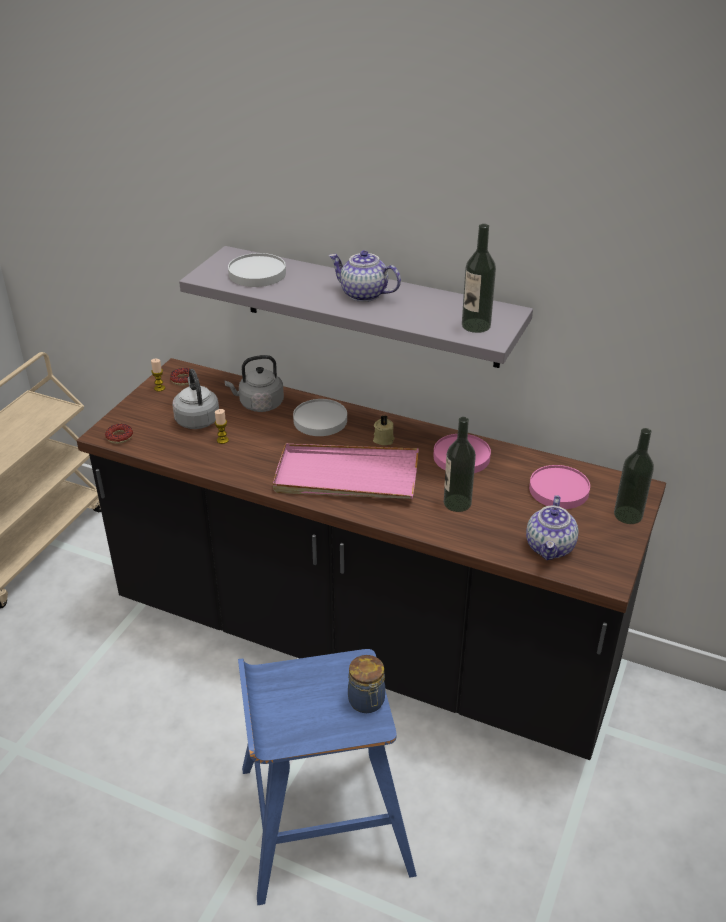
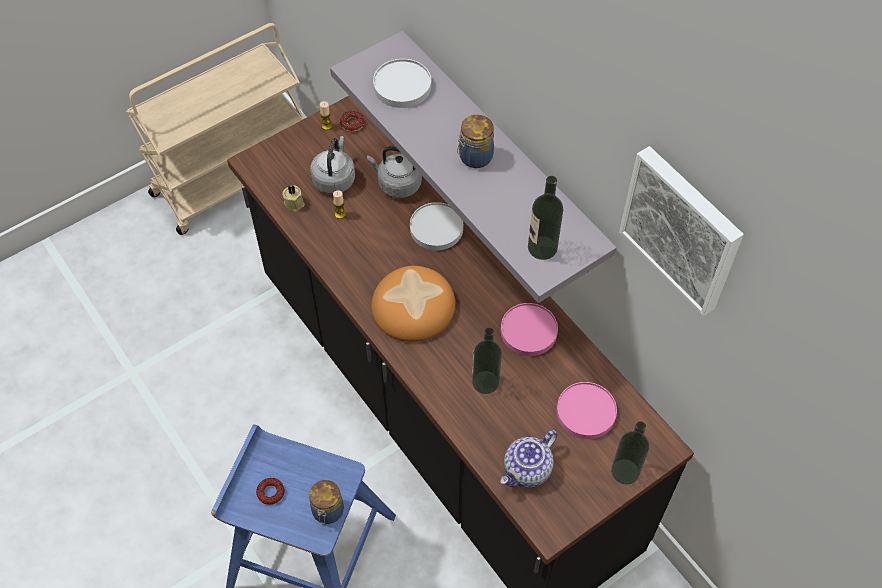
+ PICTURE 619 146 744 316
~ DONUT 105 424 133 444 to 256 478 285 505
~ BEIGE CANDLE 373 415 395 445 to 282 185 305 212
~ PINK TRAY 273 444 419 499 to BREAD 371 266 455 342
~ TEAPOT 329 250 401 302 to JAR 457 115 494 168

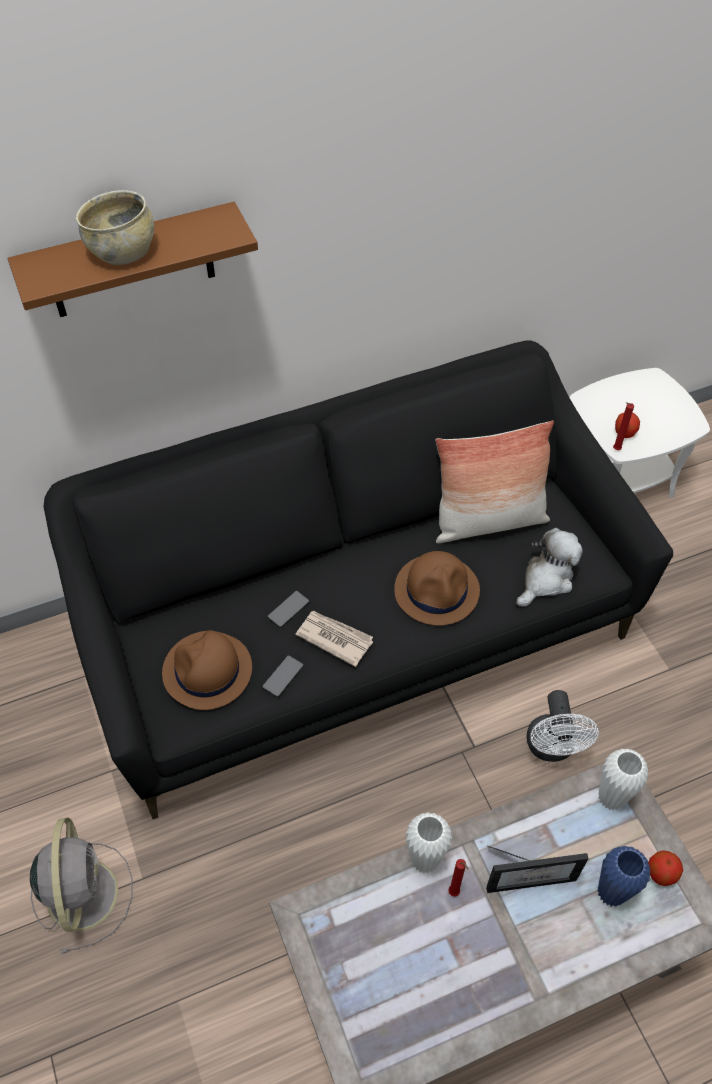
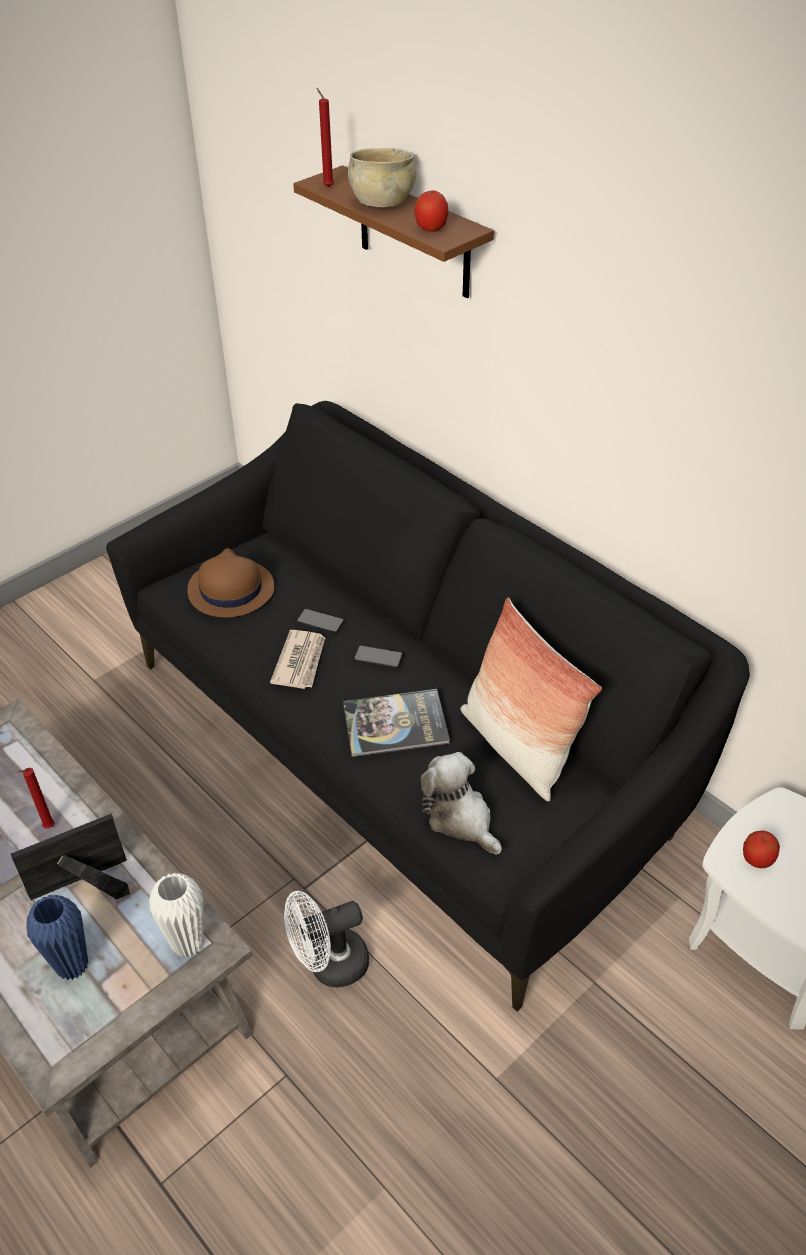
- GREY FAN 30 817 132 953
- WHITE VASE 406 812 452 873
~ PHONE 262 655 304 697 to 354 645 403 668
~ RED CANDLE 613 402 634 450 to 317 88 334 187
~ APPLE 648 850 683 886 to 414 190 448 232
~ BROWN HAT 394 551 480 626 to BOOK 343 689 450 757
~ PICTURE FRAME 486 846 589 893 = 11 814 130 900 90 degrees clockwise
~ PLUSH TOY 516 528 583 607 = 421 752 502 854 150 degrees counterclockwise

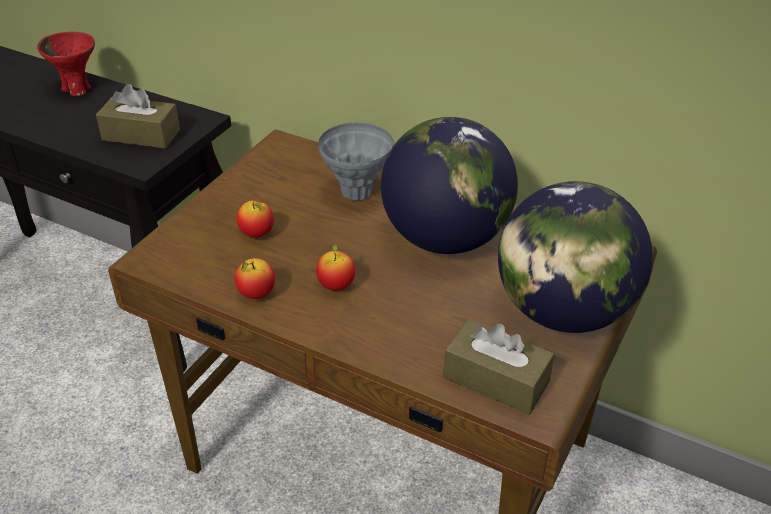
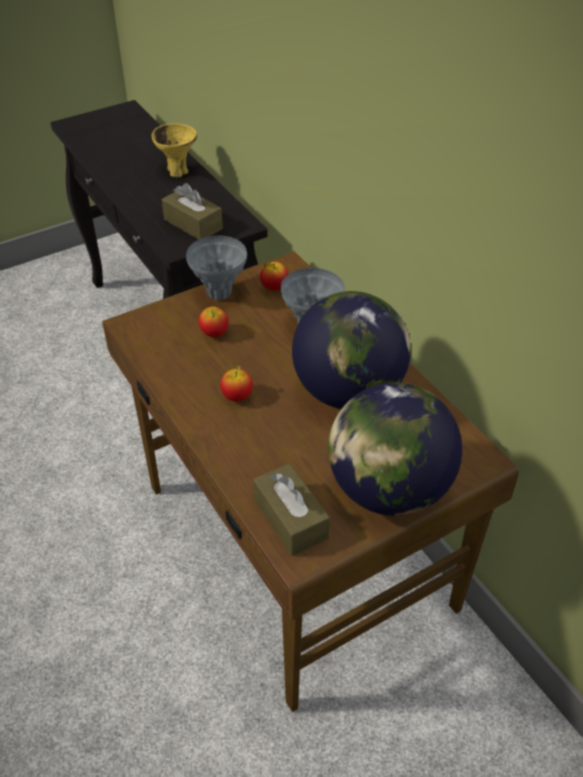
+ GREY VASE 186 236 247 300
~ APPLE 235 258 275 299 to 260 261 288 291
~ RED BOWL 37 32 95 96 to YELLOW BOWL 152 123 197 177

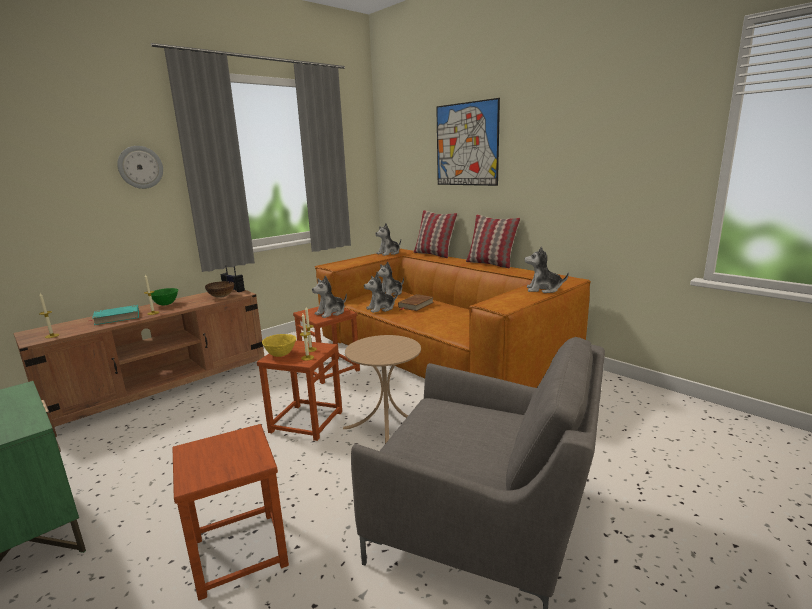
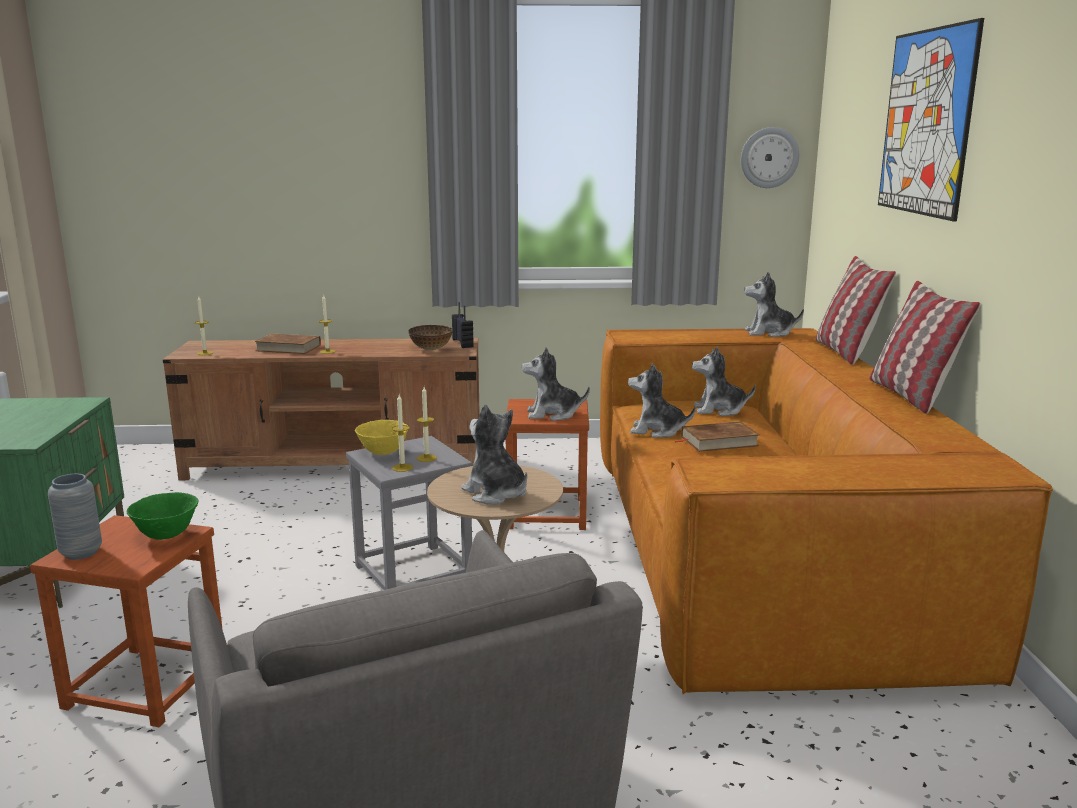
+ GREY VASE 48 474 102 560
~ WALL CLOCK 117 146 163 189 to 741 127 799 188
~ GREEN BOWL 151 288 178 305 to 127 492 199 540
~ PLUSH TOY 525 246 569 293 to 461 405 527 505
~ TURQUOISE BOOK 89 305 139 325 to BROWN BOOK 254 334 321 354
~ BROWN STOOL 257 340 342 441 to GREY STOOL 346 436 473 590

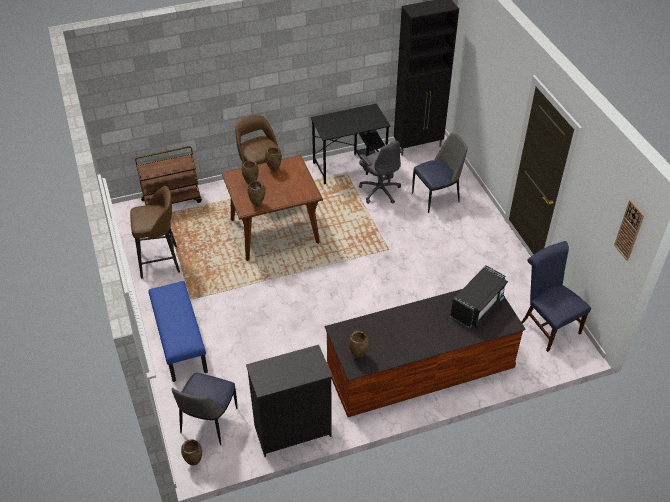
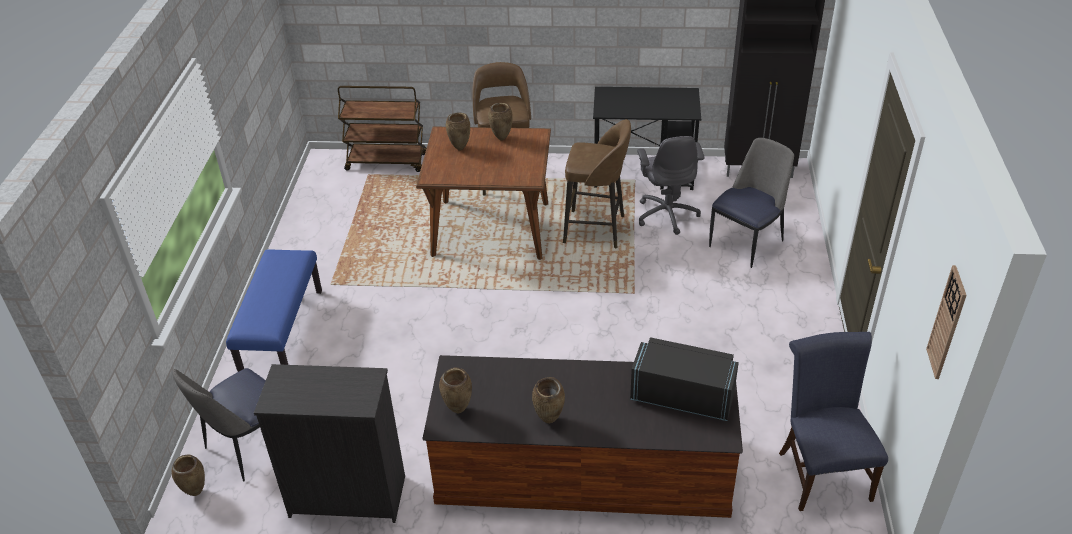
~ BROWN STOOL 130 186 180 279 to 563 119 631 248
~ BROWN VASE 248 180 265 206 to 532 377 565 424
~ CHAIR 412 133 468 213 = 709 138 794 268 45 degrees counterclockwise
~ BLACK MICROWAVE 450 265 508 328 = 630 337 739 421 135 degrees counterclockwise

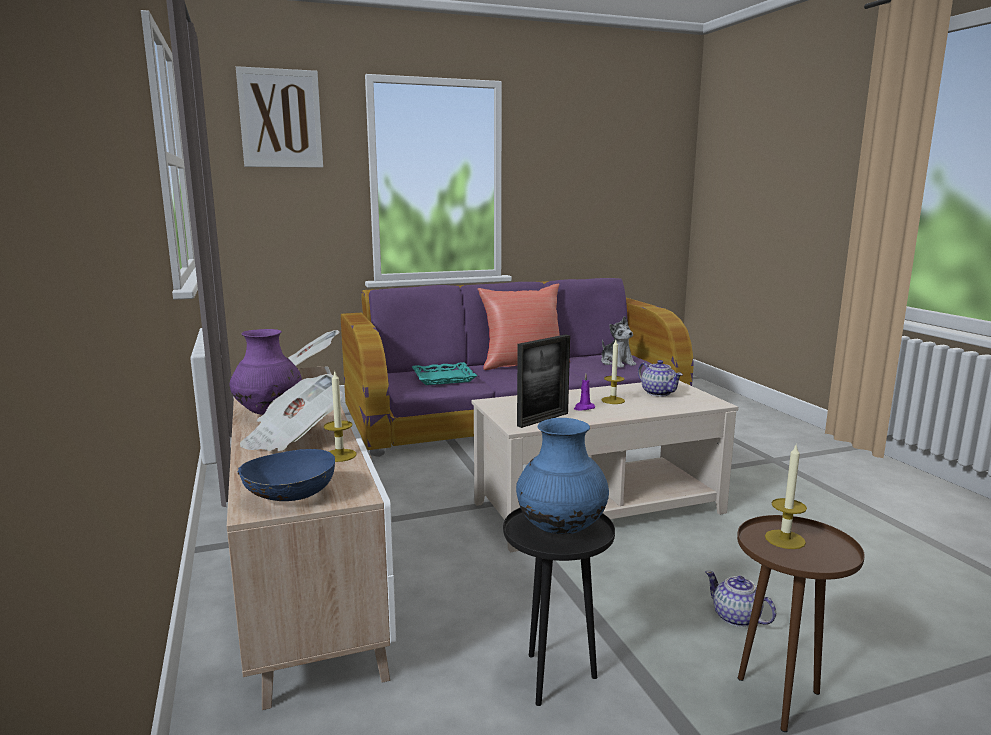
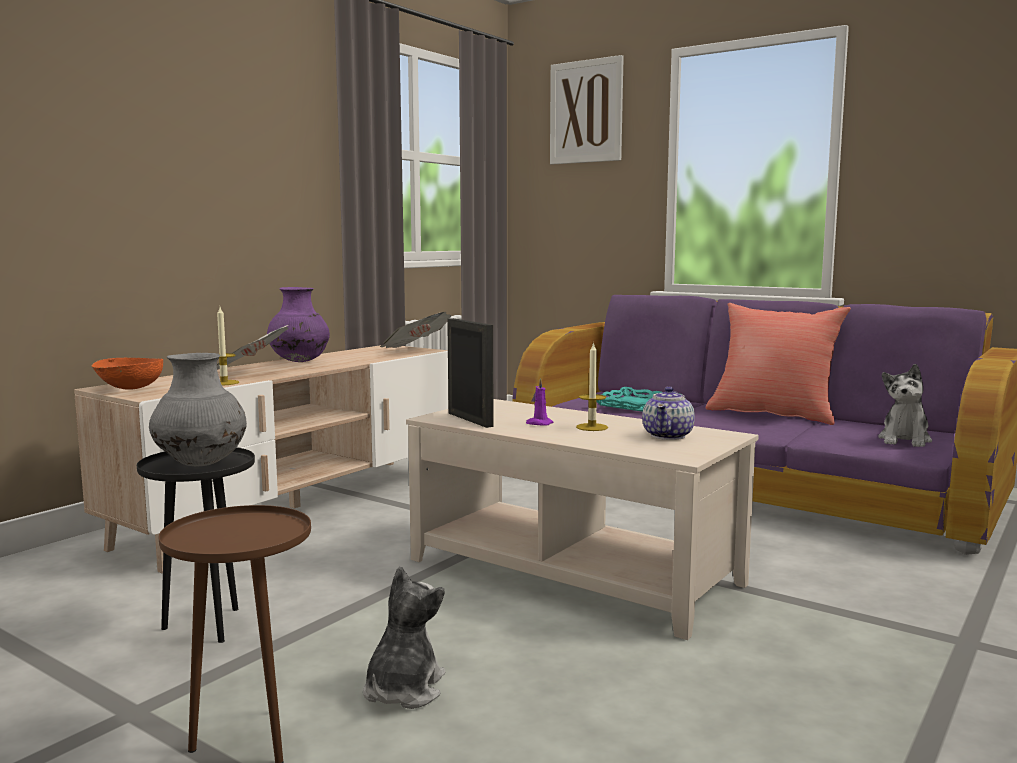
- CANDLE 765 443 807 549
~ TEAPOT 705 571 776 627 to PLUSH TOY 363 566 445 709
~ BLUE BOWL 238 449 335 501 to ORANGE BOWL 92 358 163 390
~ BLUE VASE 516 418 609 534 to GREY VASE 149 353 247 466
~ PICTURE FRAME 517 334 570 428 = 447 318 494 428 135 degrees counterclockwise

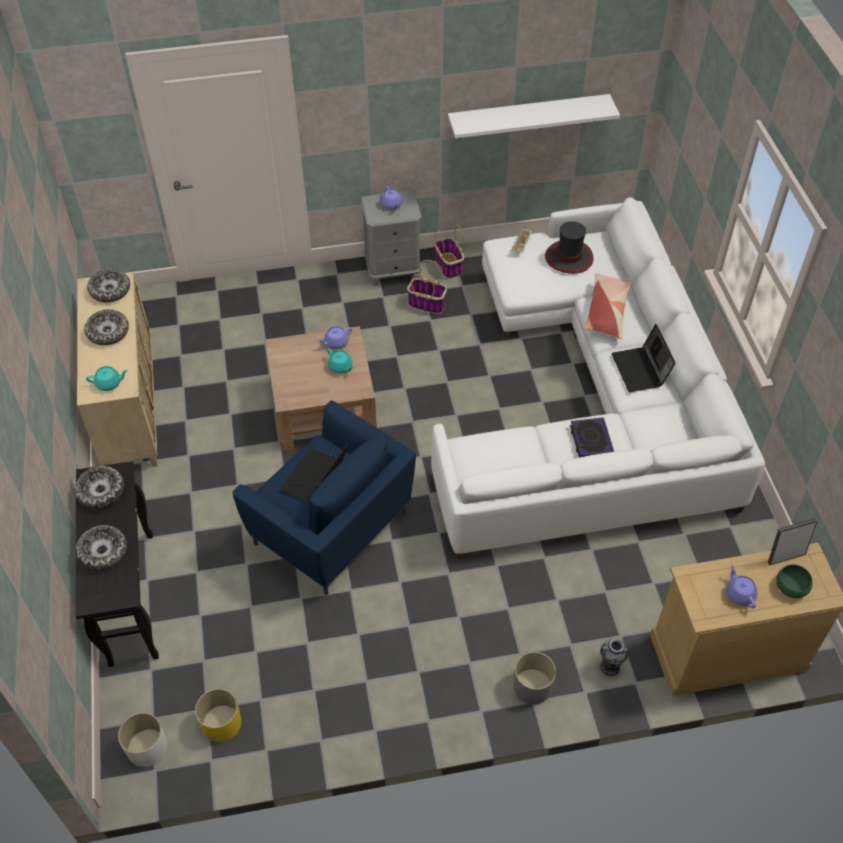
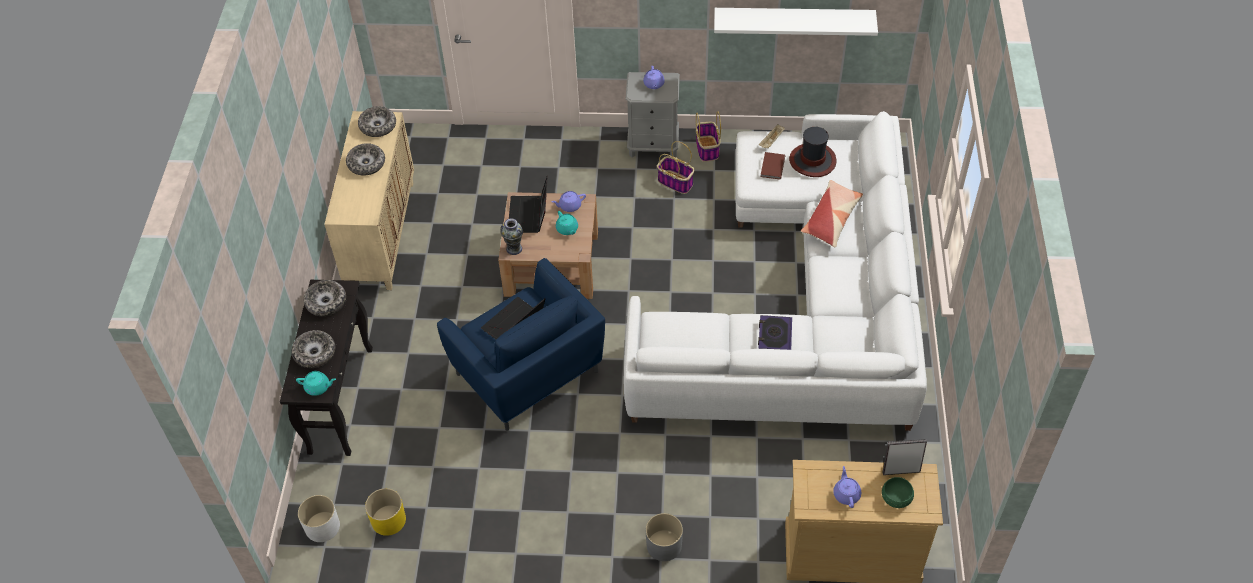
+ BROWN BOOK 760 152 785 180
~ TURQUOISE TEAPOT 86 366 128 391 to 296 371 336 396
~ VASE 600 638 629 676 to 501 219 523 255
~ LAPTOP 611 324 675 392 to 509 176 548 233

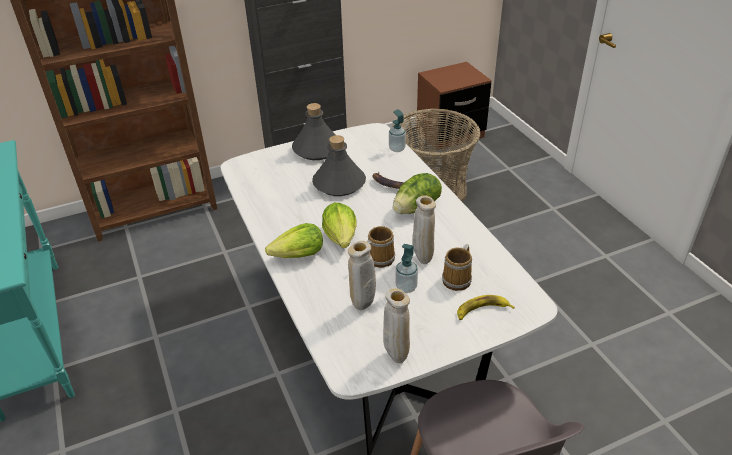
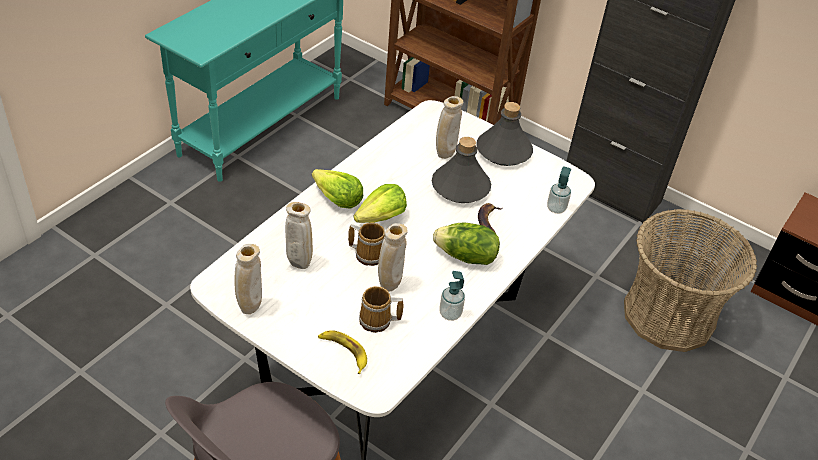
+ BEIGE VASE 436 96 463 159
~ SOAP DISPENSER 395 244 418 293 to 440 271 465 321

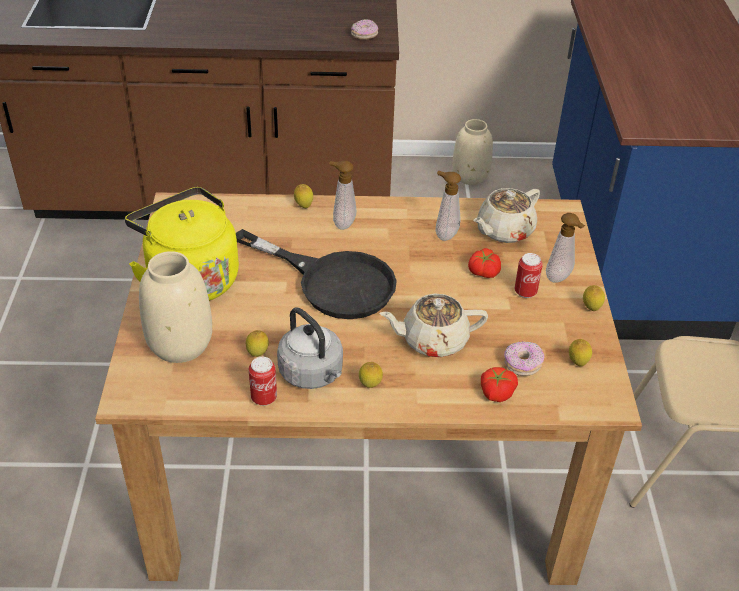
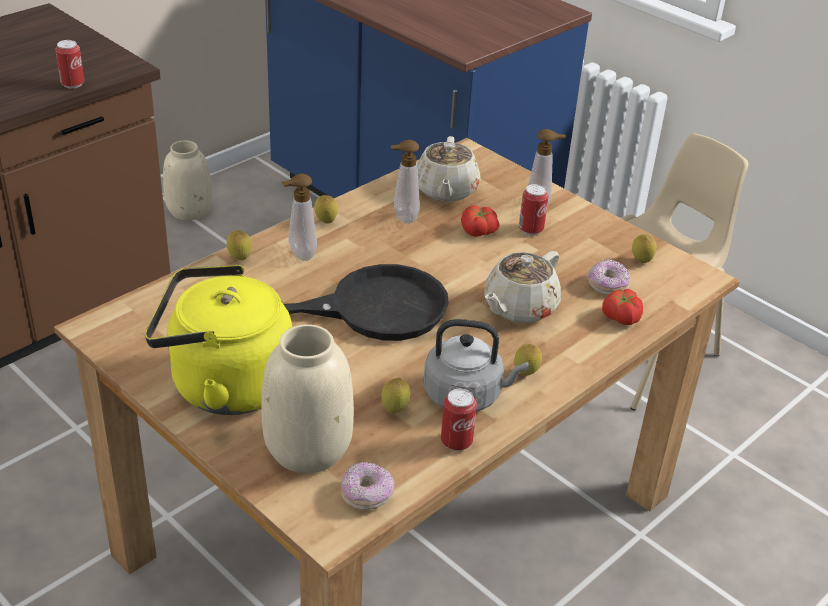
+ CAN 55 40 84 89
~ DONUT 351 19 378 39 to 341 462 394 510
~ LEMON 583 285 605 311 to 314 195 338 223

